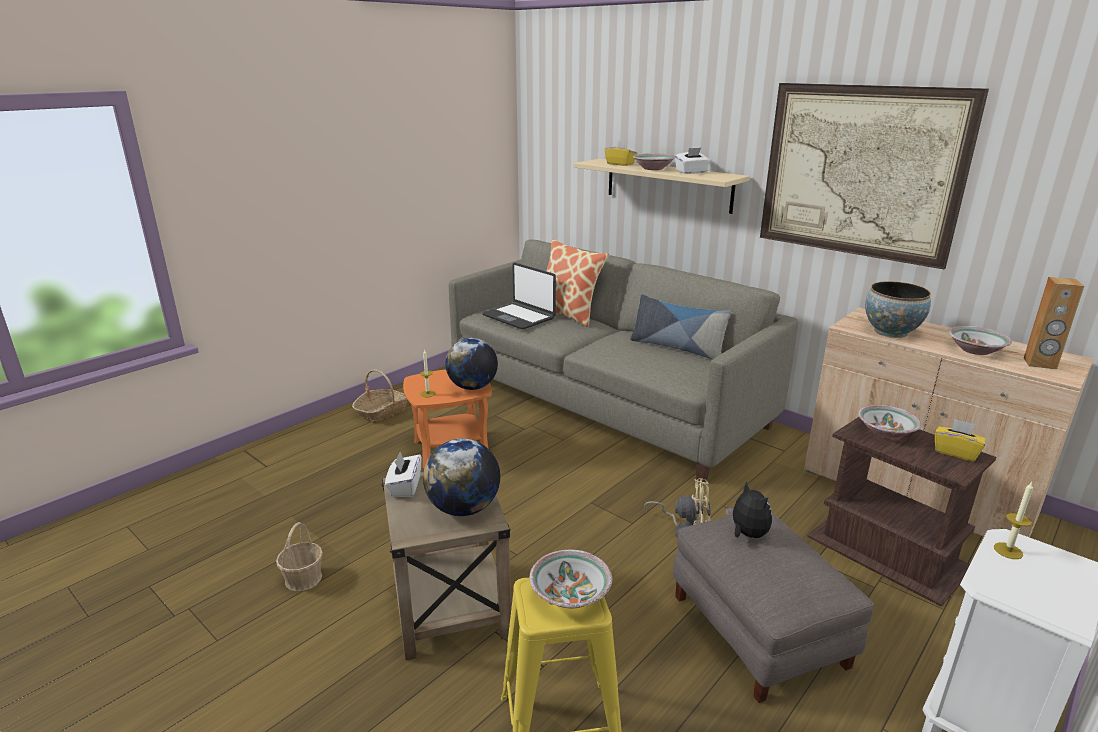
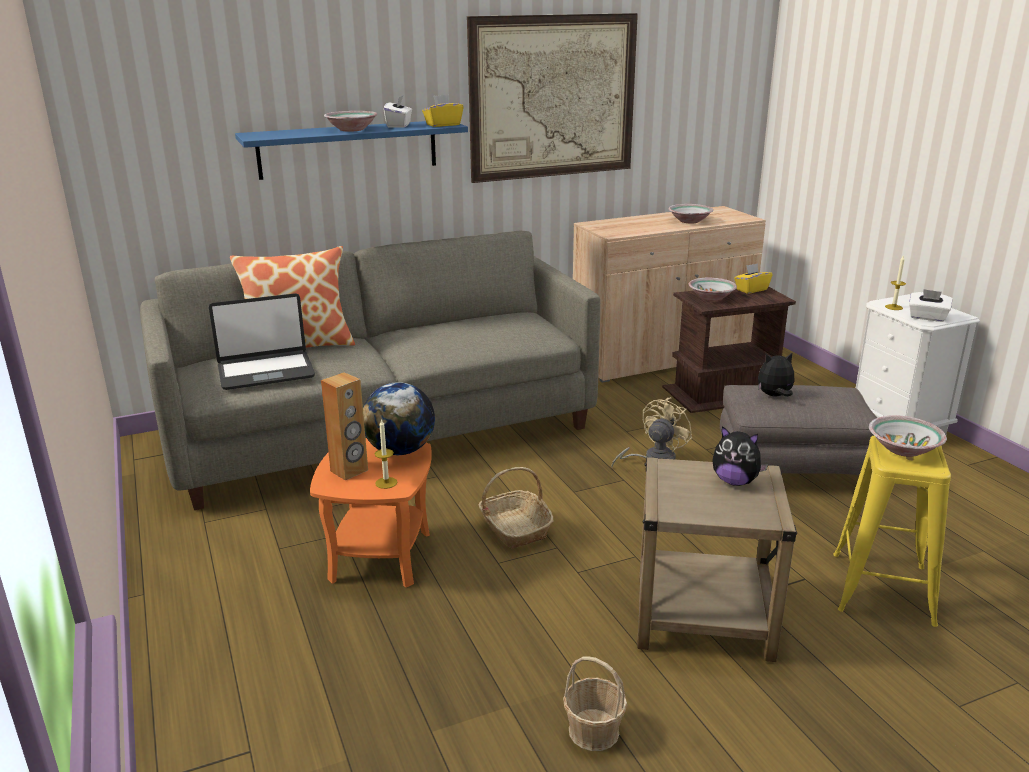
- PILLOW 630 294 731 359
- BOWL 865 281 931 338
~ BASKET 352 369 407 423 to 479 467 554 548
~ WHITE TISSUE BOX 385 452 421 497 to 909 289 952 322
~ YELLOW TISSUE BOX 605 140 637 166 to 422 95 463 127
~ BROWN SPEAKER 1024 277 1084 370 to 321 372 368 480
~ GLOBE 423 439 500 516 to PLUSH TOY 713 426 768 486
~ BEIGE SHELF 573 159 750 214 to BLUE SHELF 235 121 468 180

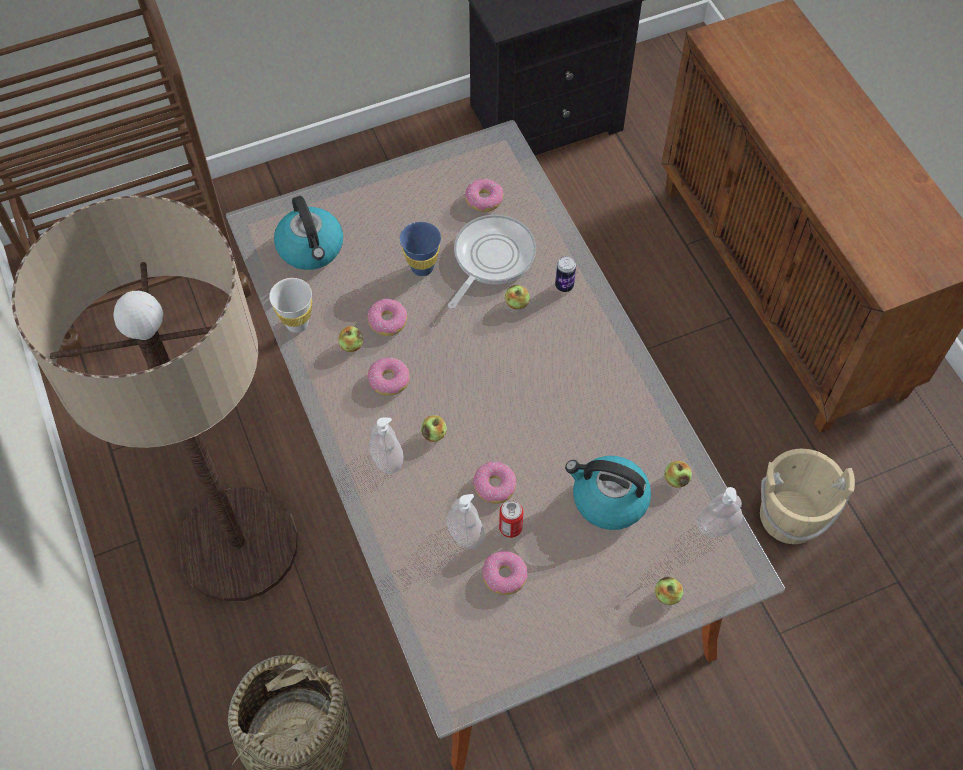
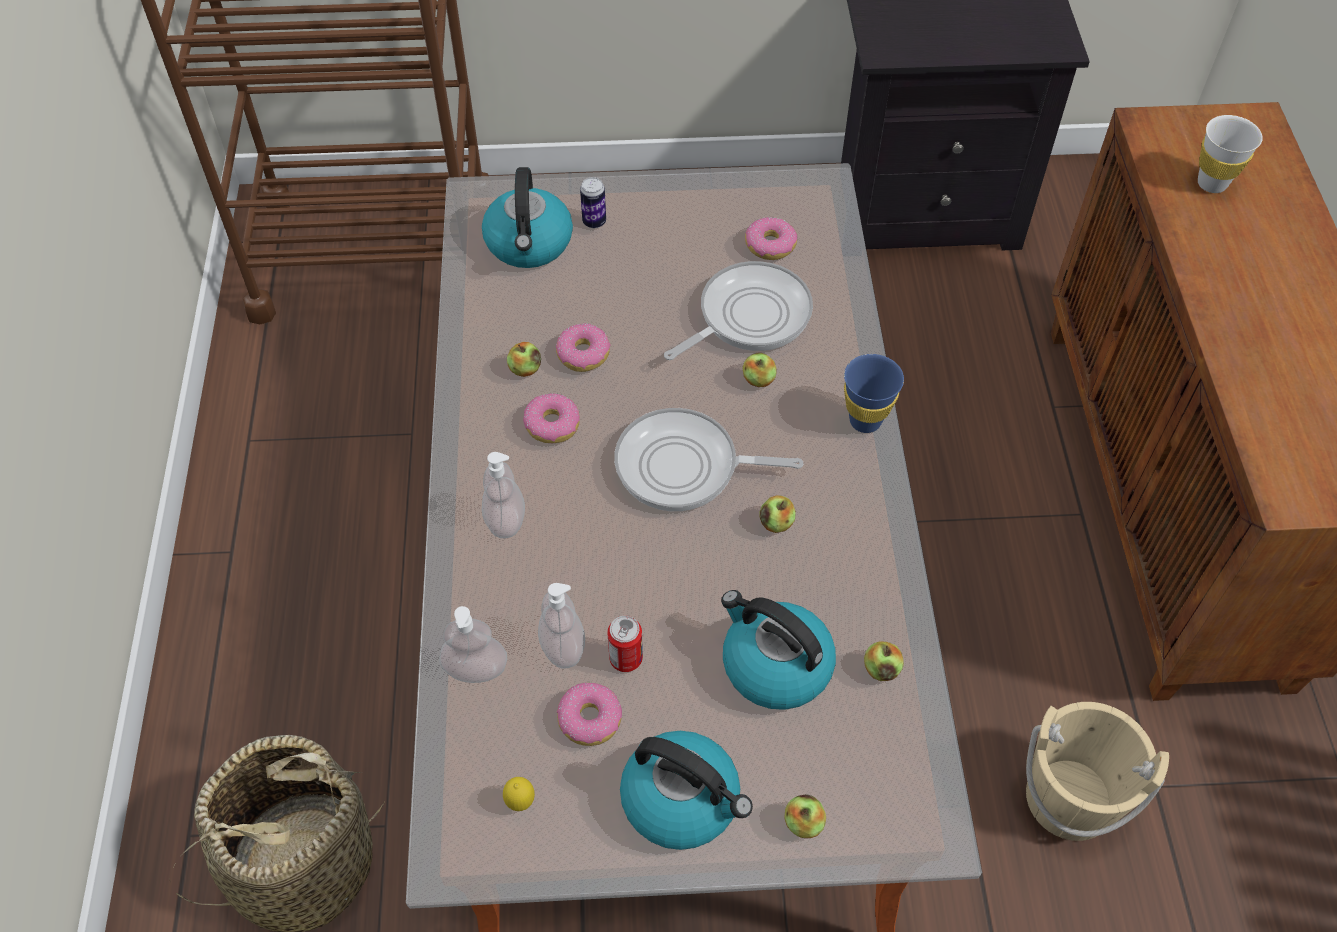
- FLOOR LAMP 12 195 298 602
- DONUT 473 462 517 504
+ LEMON 503 777 535 811
+ FRYING PAN 614 408 803 511
+ KETTLE 620 731 753 850
~ WHITE CUP 269 278 312 333 to 1198 115 1263 193
~ BLUE CUP 400 222 441 276 to 844 354 904 433
~ APPLE 421 415 447 442 to 759 495 796 533
~ CAN 555 256 576 292 to 580 177 606 228
~ SOAP DISPENSER 697 487 743 537 to 439 606 507 683

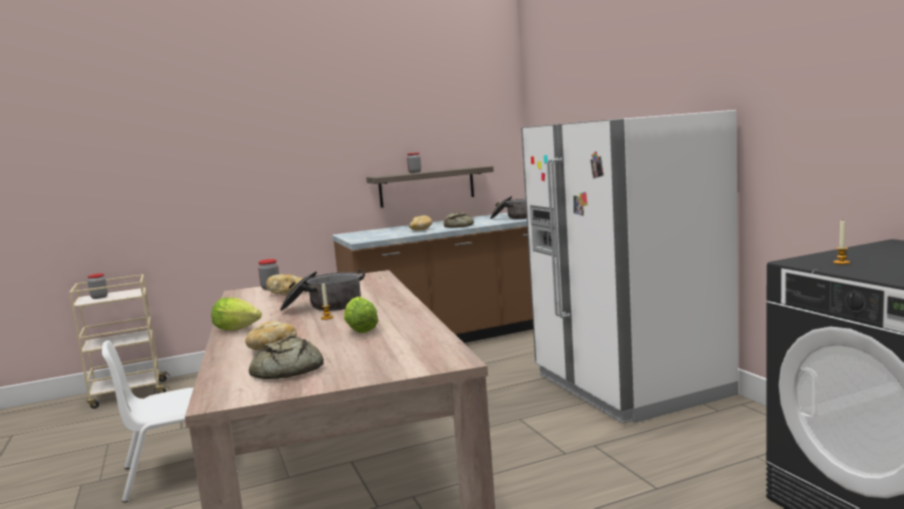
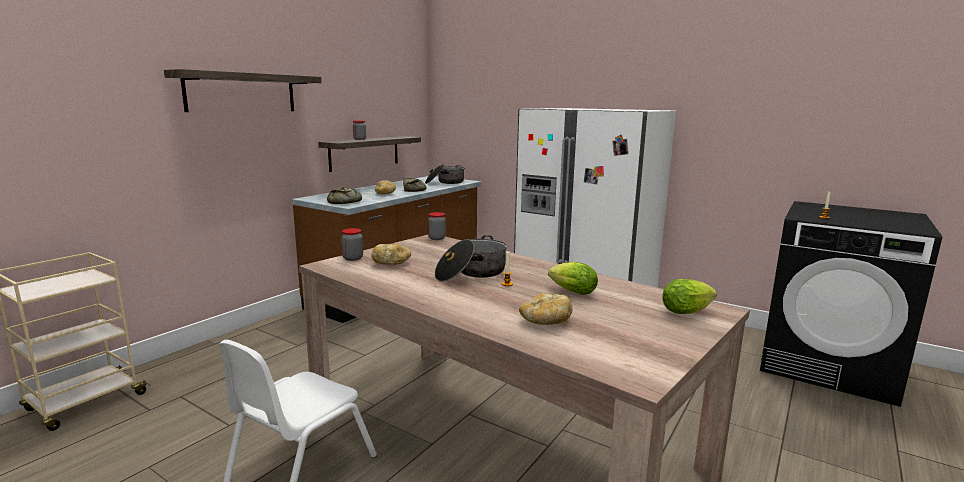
+ SHELF 164 69 321 112
~ JAR 87 274 108 299 to 428 212 446 240
~ LETTUCE 211 297 262 331 to 662 279 717 314
~ BREAD 249 336 324 379 to 327 187 362 204

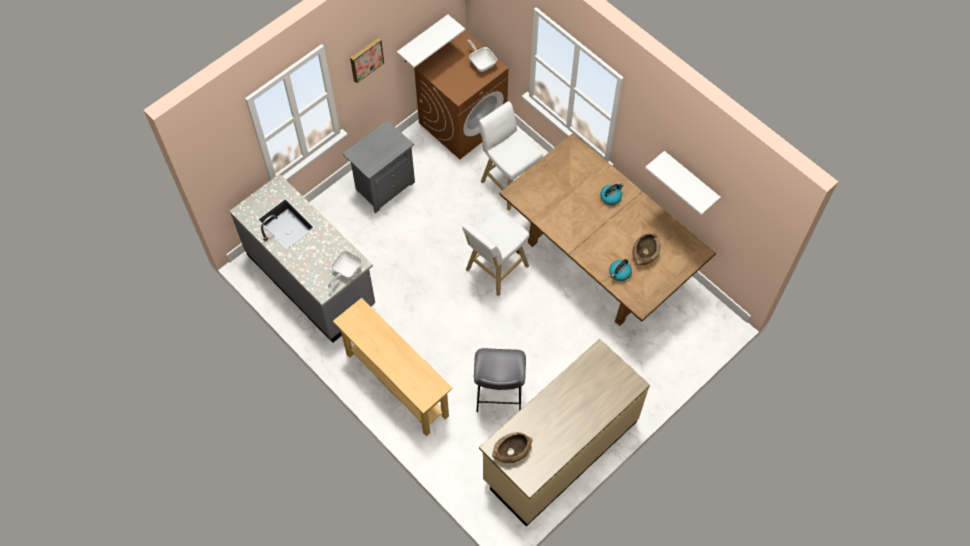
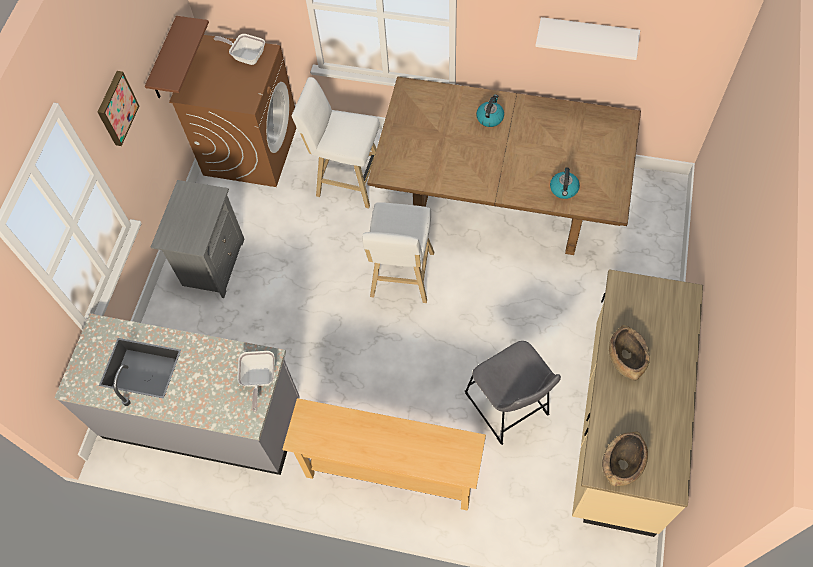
~ BROWN BOWL 632 233 661 265 to 609 325 650 381
~ WHITE SHELF 397 14 465 68 to BROWN SHELF 145 16 209 98

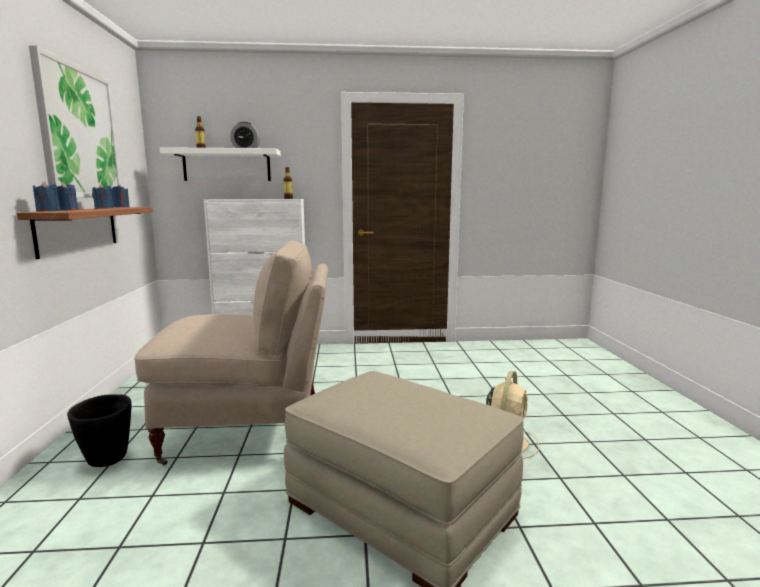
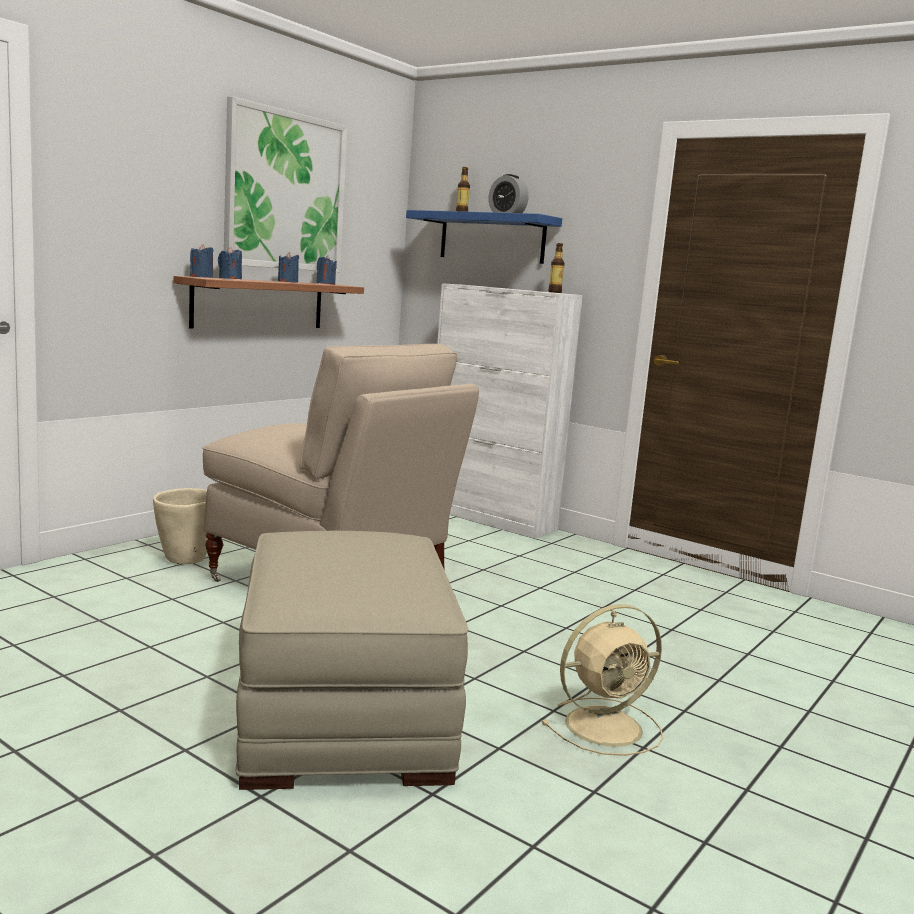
~ BLACK PLANTER 67 394 132 467 to BEIGE PLANTER 153 488 208 564
~ WHITE SHELF 160 147 281 181 to BLUE SHELF 406 210 562 264

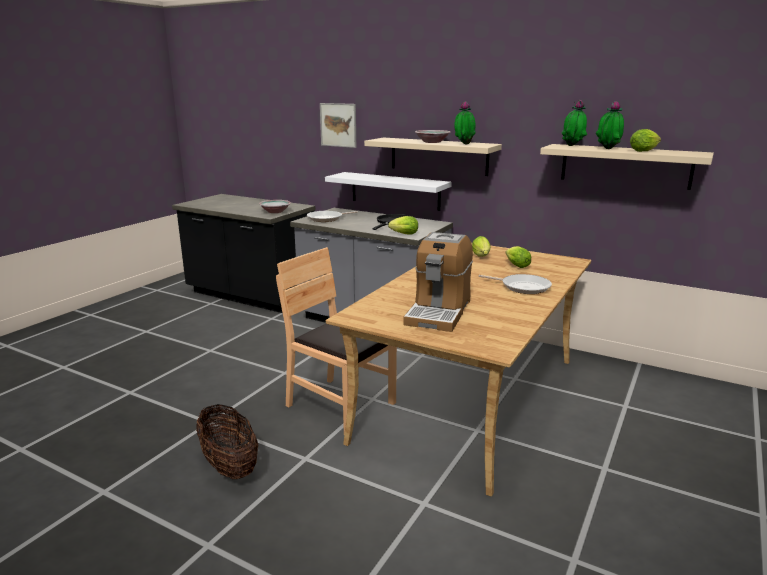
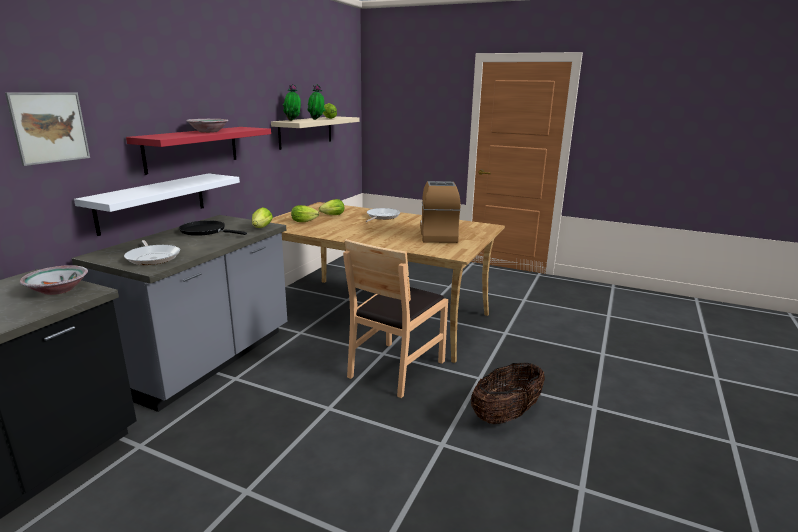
- POTTED PLANT 454 101 476 145
~ BEIGE SHELF 364 138 502 176 to RED SHELF 126 127 271 175
~ COFFEE MACHINE 403 232 473 332 = 420 181 461 243 105 degrees counterclockwise

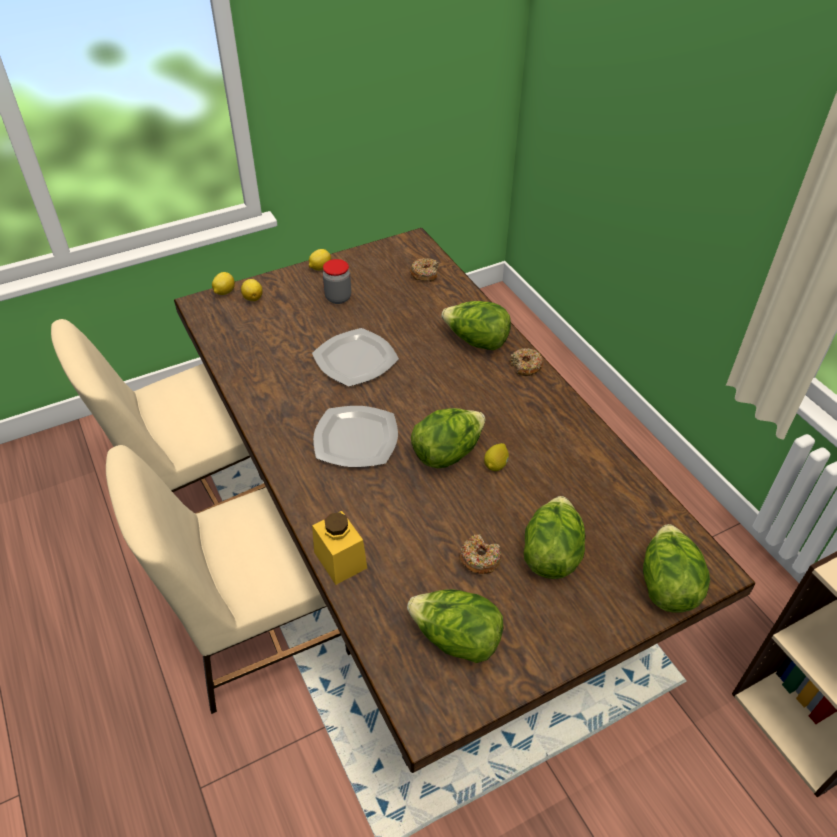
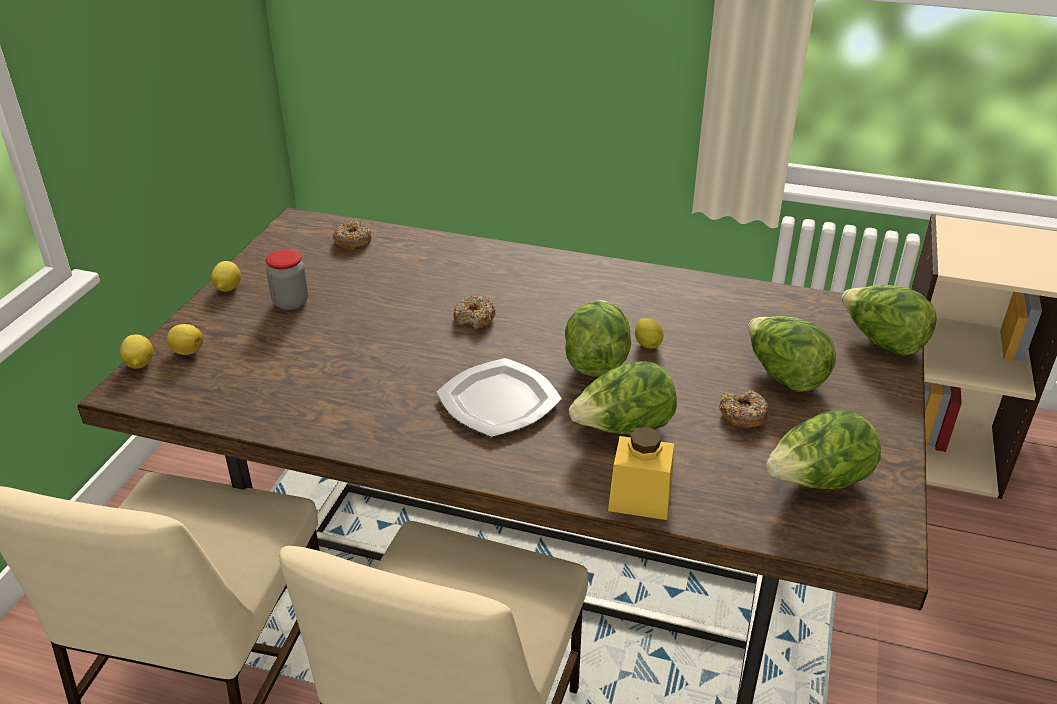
- PLATE 312 328 399 387
~ LETTUCE 441 301 511 350 to 569 361 677 435
~ DONUT 510 348 544 376 to 453 296 496 329

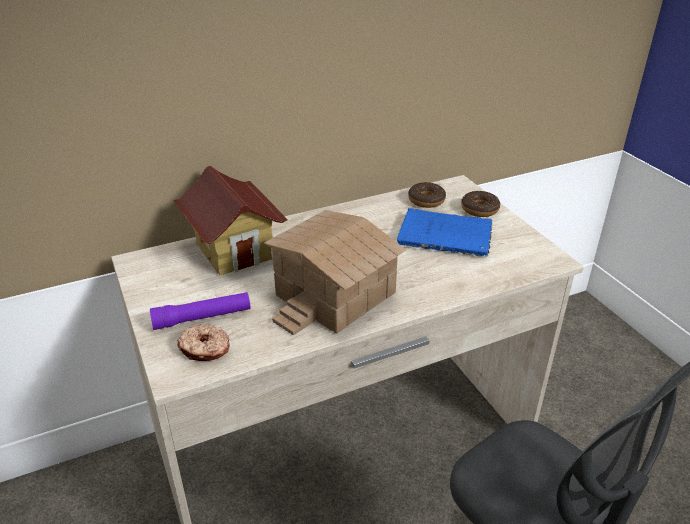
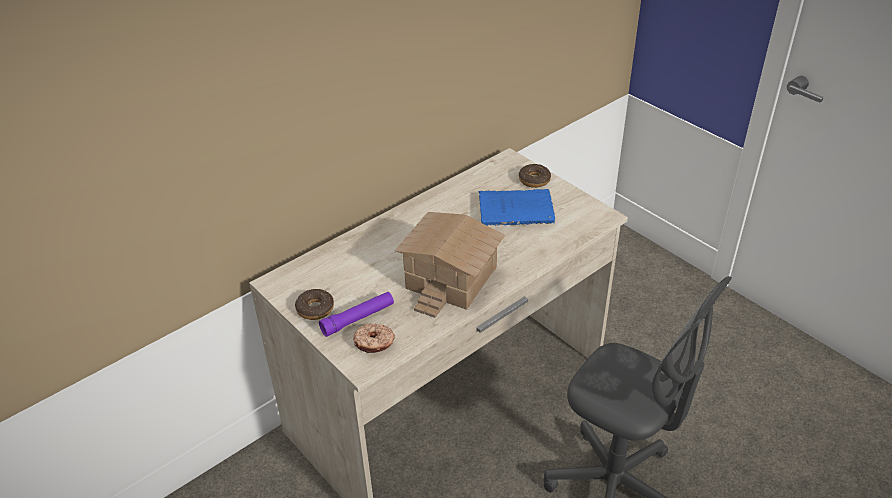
- TOY HOUSE 173 166 288 276
~ DONUT 408 182 446 208 to 295 289 334 320

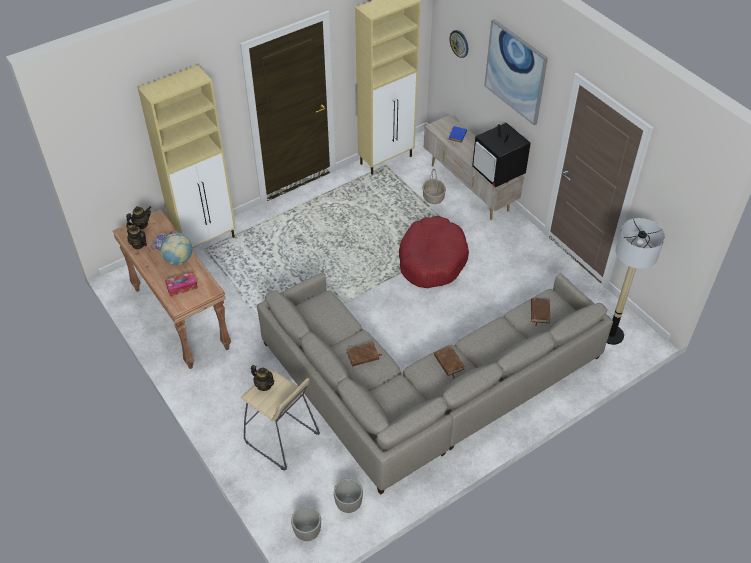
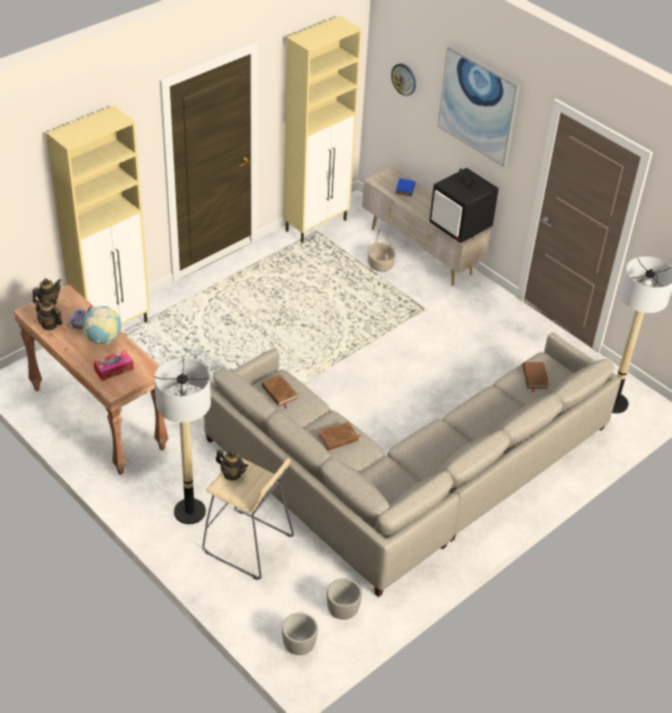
- RED DOG BED 399 216 469 288
+ FLOOR LAMP 154 358 211 524
~ BROWN BOOK 434 346 465 378 to 262 375 298 408

